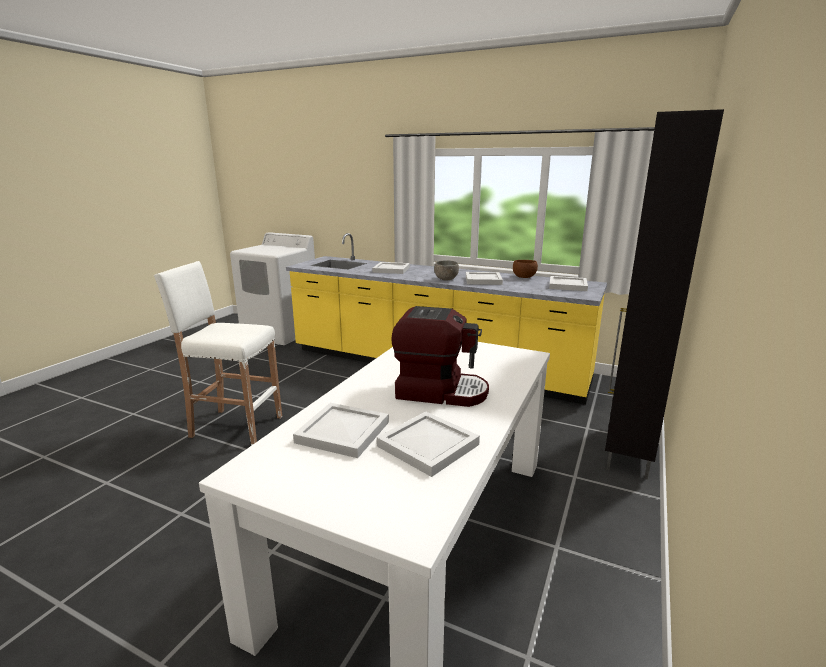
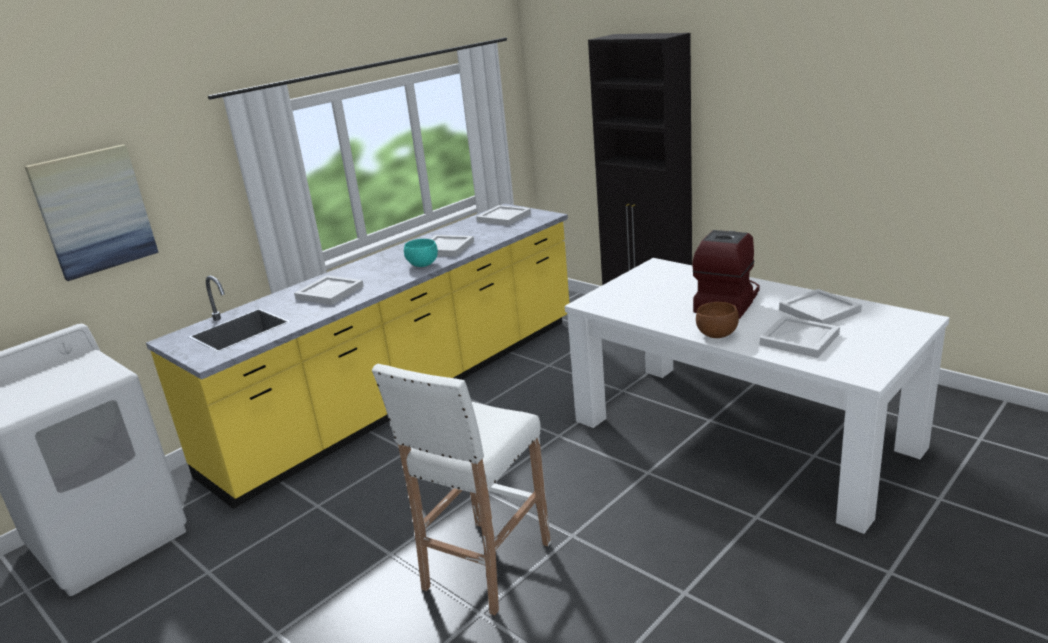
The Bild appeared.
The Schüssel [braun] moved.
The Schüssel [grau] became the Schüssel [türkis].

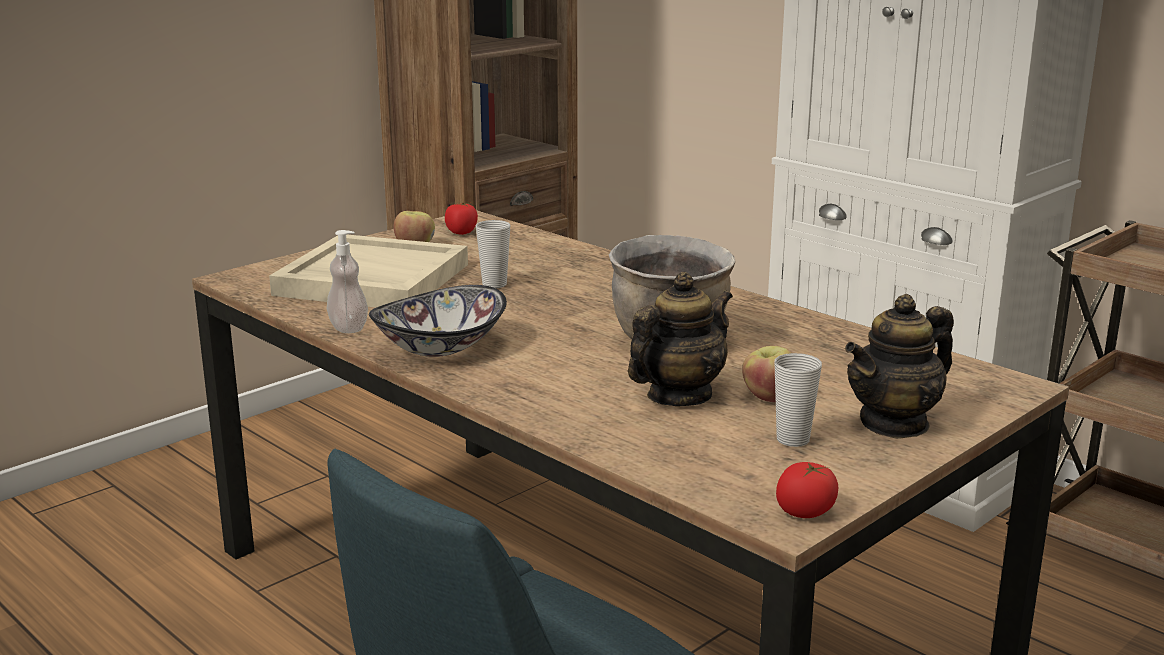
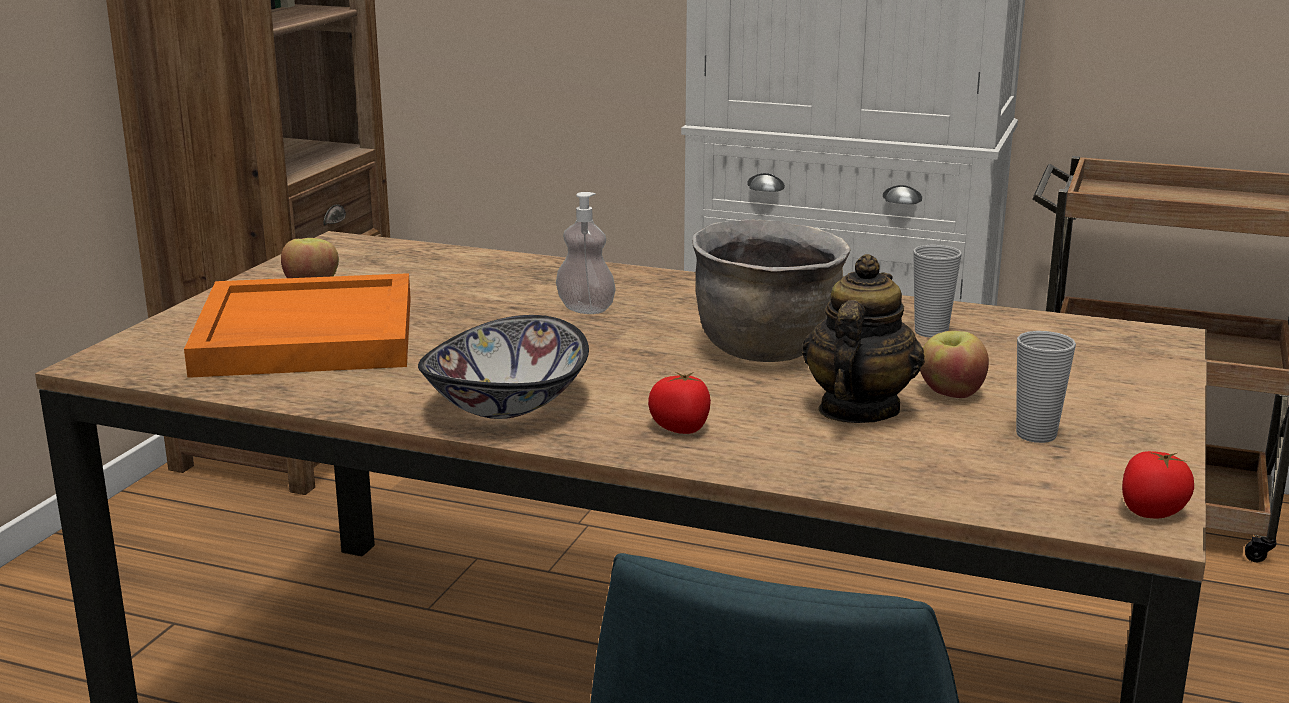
The Teekanne (no. 2 from left) disappeared.
The Seifenspender moved.
The Tomate (no. 1 from left) moved.
The Tasse (no. 1 from left) moved.
The Tablett [beige] became the Tablett [orange].

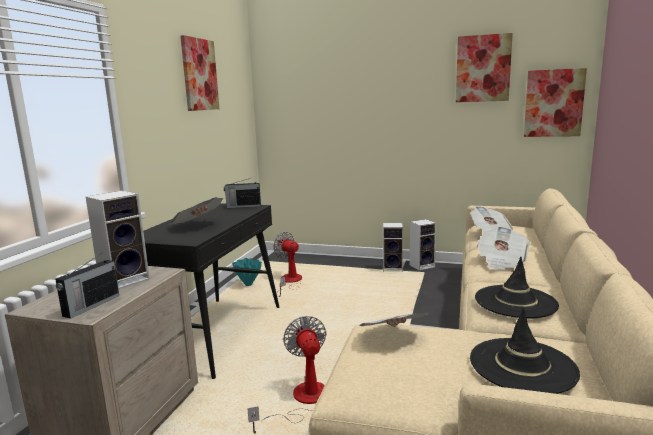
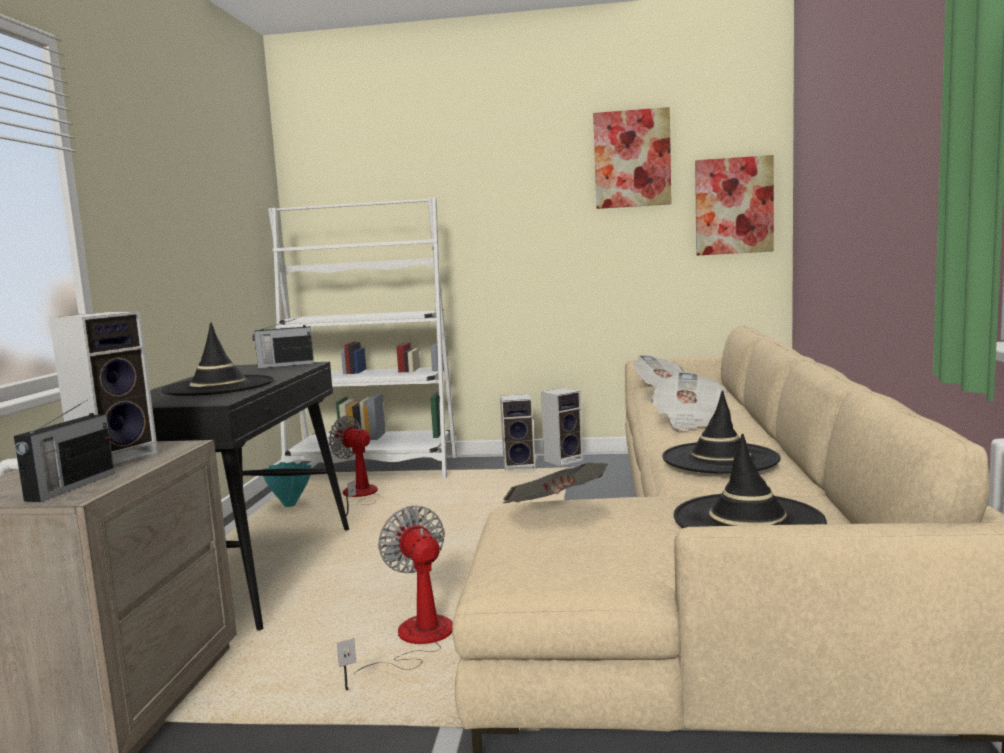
The Bild (no. 1 from left) disappeared.
The Bücherregal [weiß] appeared.
The Zeitung (no. 1 from left) was replaced by the Hut [schwarz] (no. 1 from left).

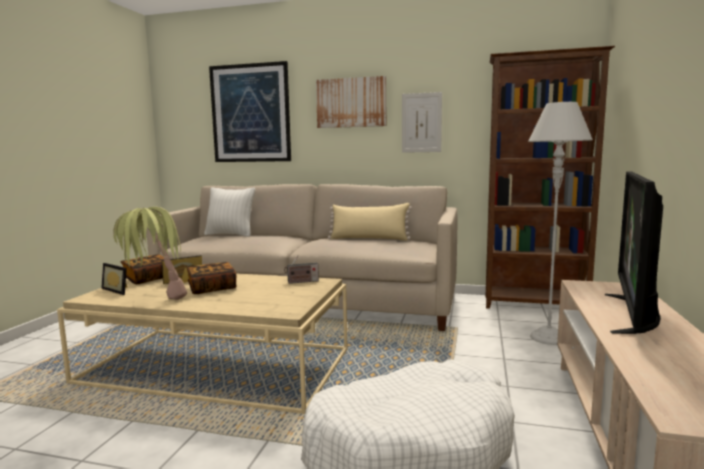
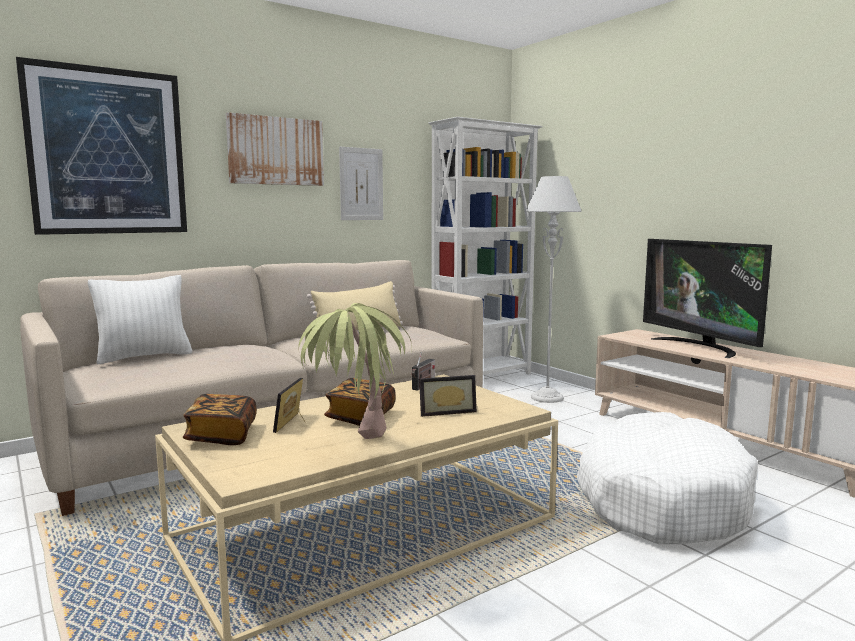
The Bilderrahmen (no. 1 from left in the first image) moved.
The Bücherregal [braun] became the Bücherregal [weiß].

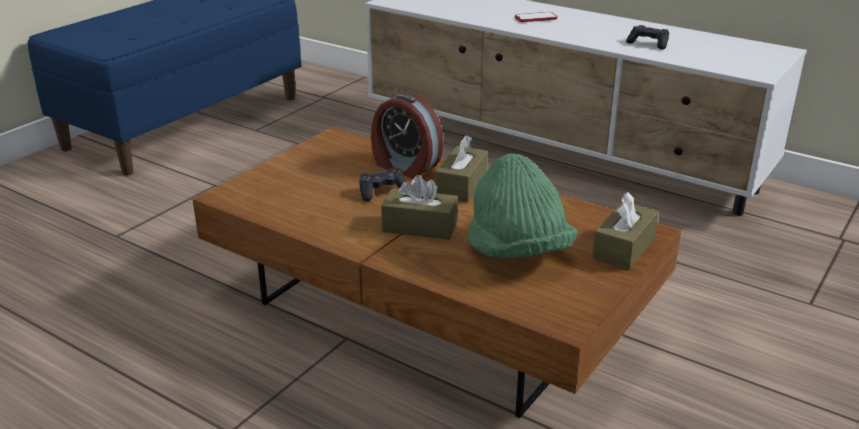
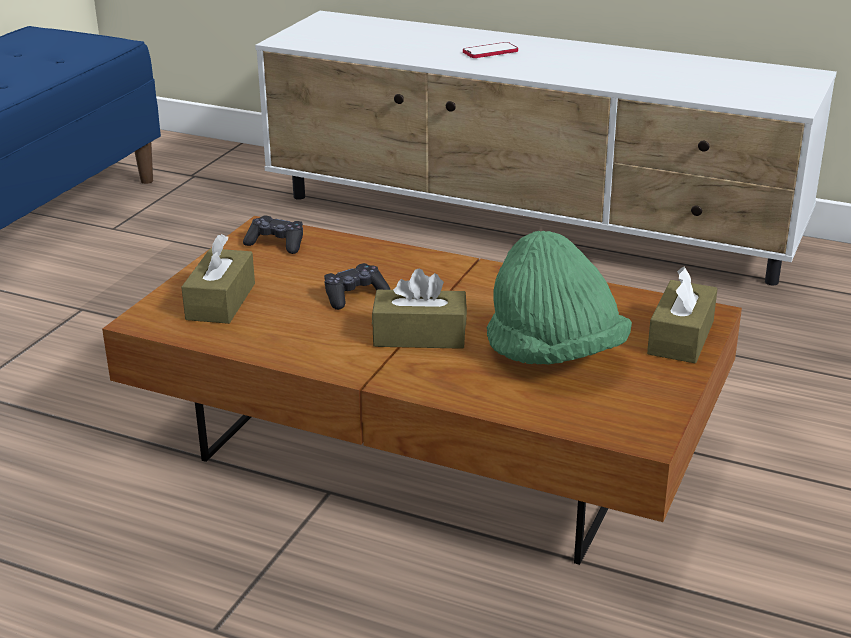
The Wecker disappeared.
The Taschentuchbox [braun] (no. 2 from left in the first image) moved.
The Gamepad [schwarz] (no. 2 from left in the first image) moved.

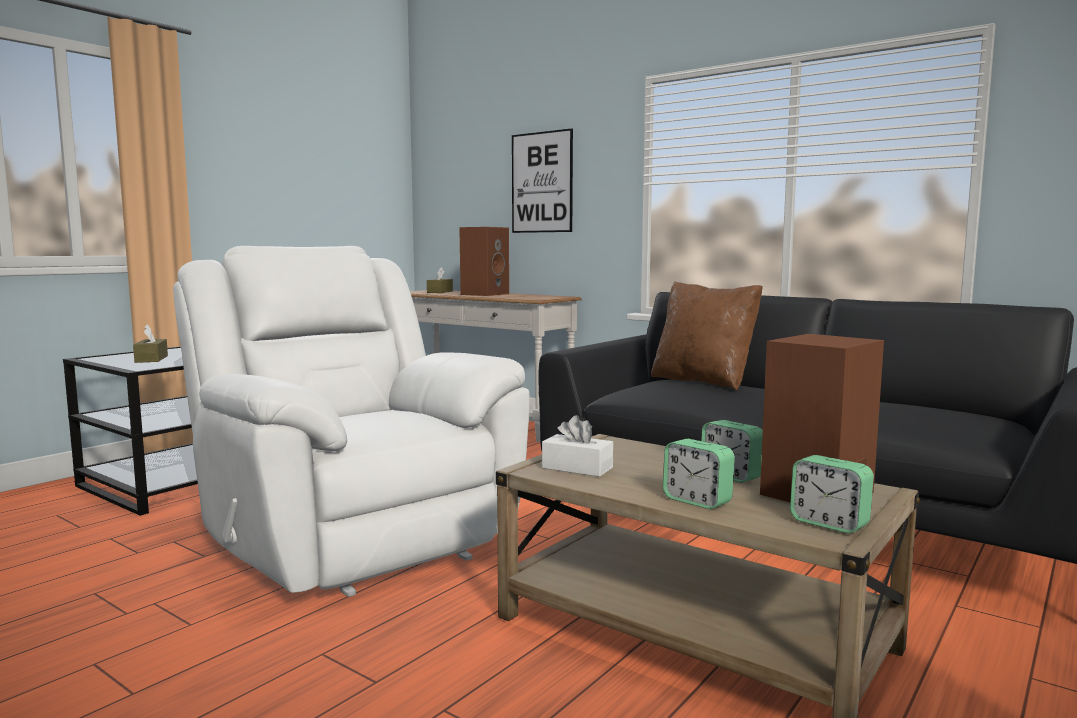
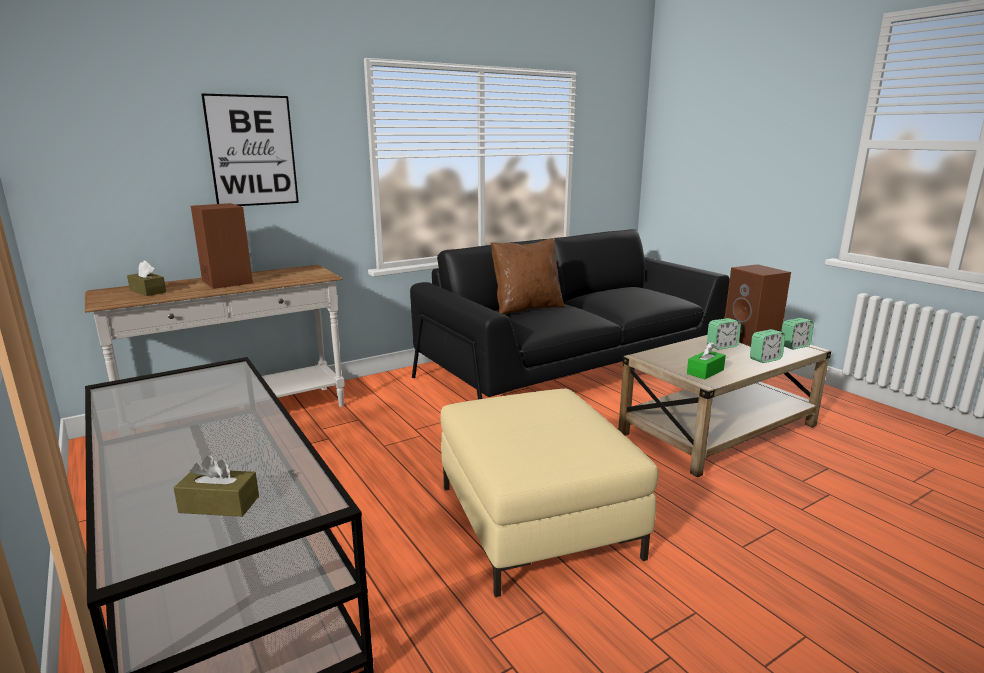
The Sessel [weiß] was replaced by the Polsterhocker [beige].
The Taschentuchbox [weiß] became the Taschentuchbox [grün].

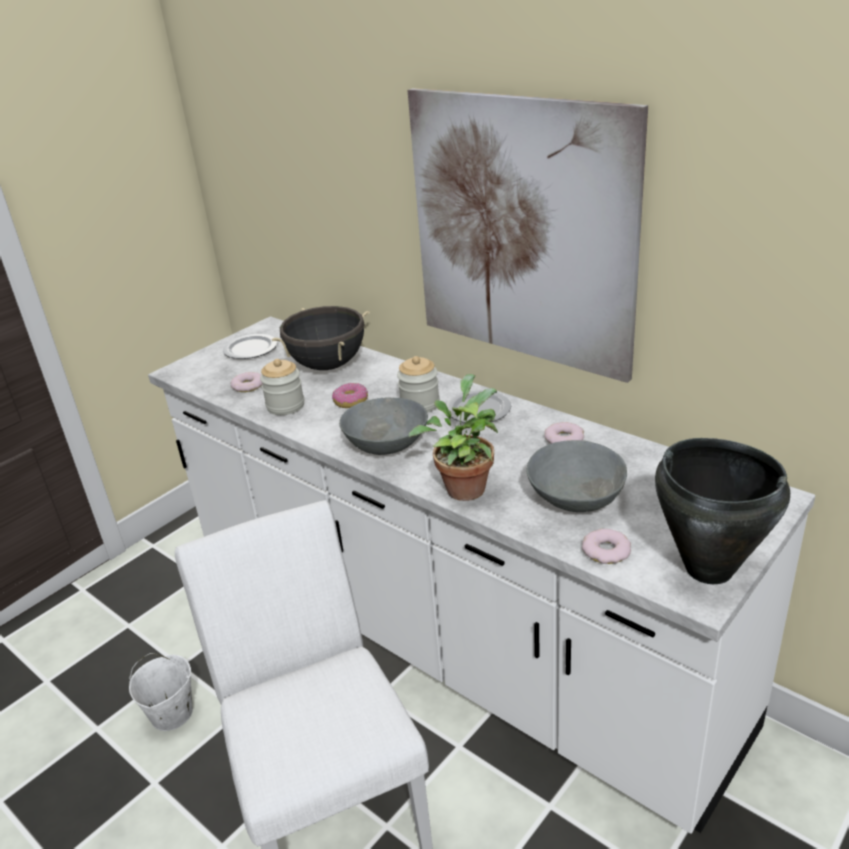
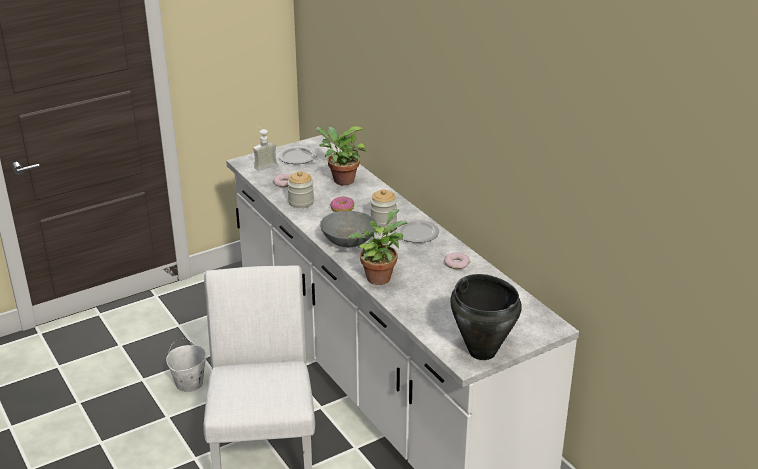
The Bild disappeared.
The Schüssel [grau] (no. 2 from left) disappeared.
The Donut (no. 4 from left) disappeared.
The Seifenspender appeared.
The Kochtopf [schwarz] (no. 1 from left) was replaced by the Topfpflanze (no. 1 from left).

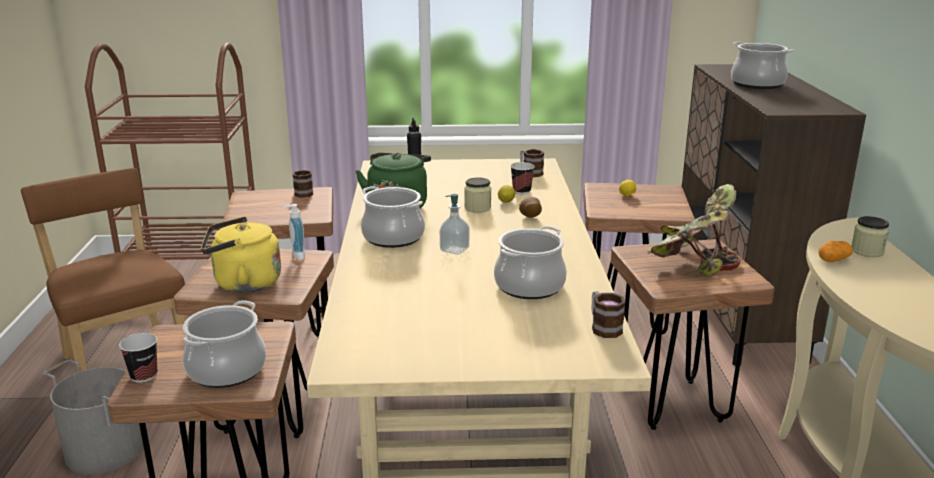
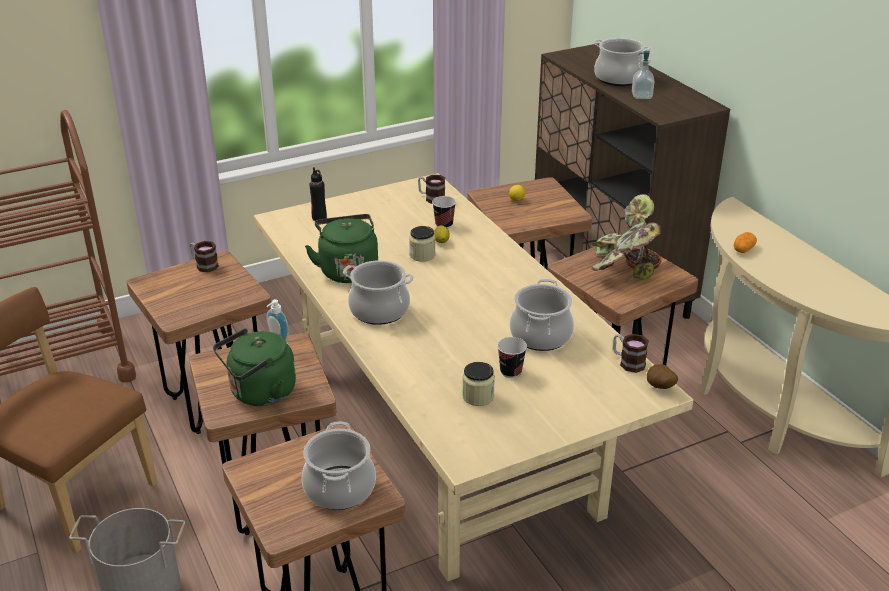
The Tasse (no. 1 from left in the first image) moved.
The Seifenspender (no. 2 from left) moved.
The Kartoffel (no. 1 from left) moved.
The Vorratsglas (no. 2 from left) moved.
The Wasserkessel [gelb] became the Wasserkessel [grün] (no. 1 from left).

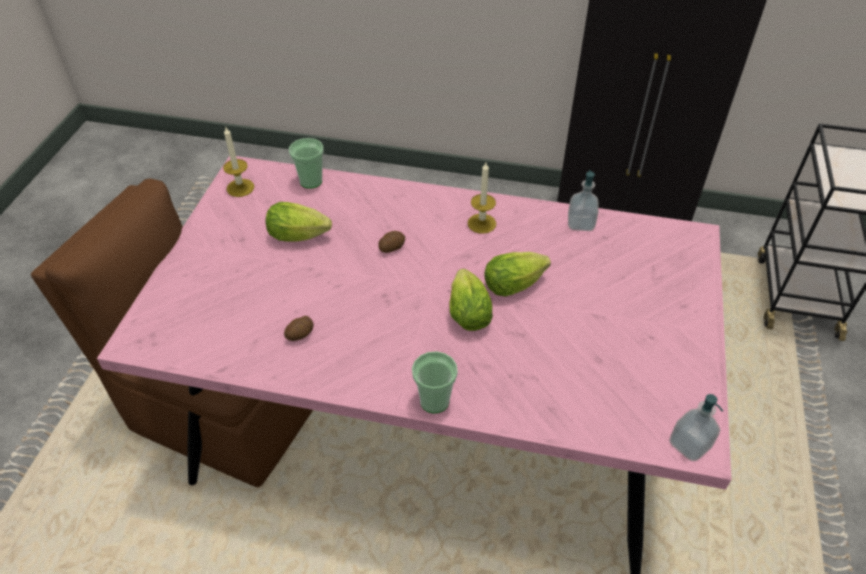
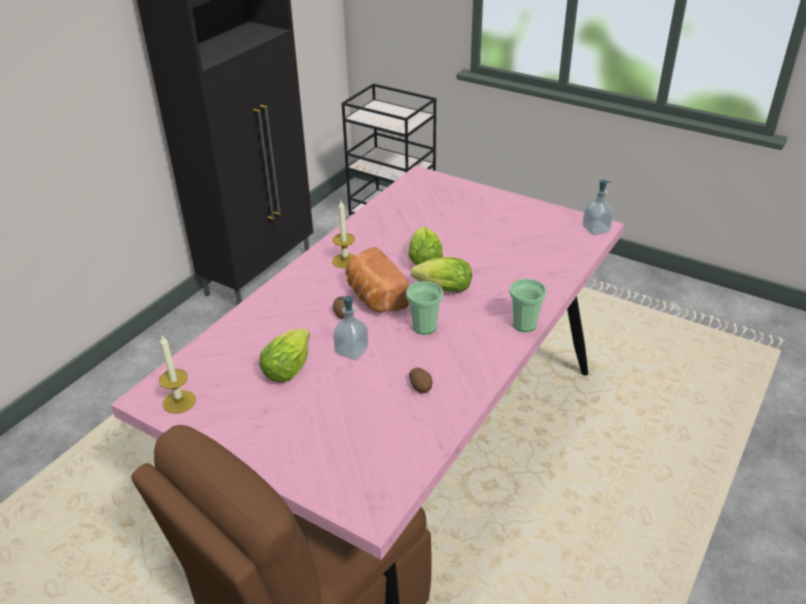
The Brot appeared.
The Tasse (no. 1 from left) moved.
The Seifenspender (no. 1 from left) moved.

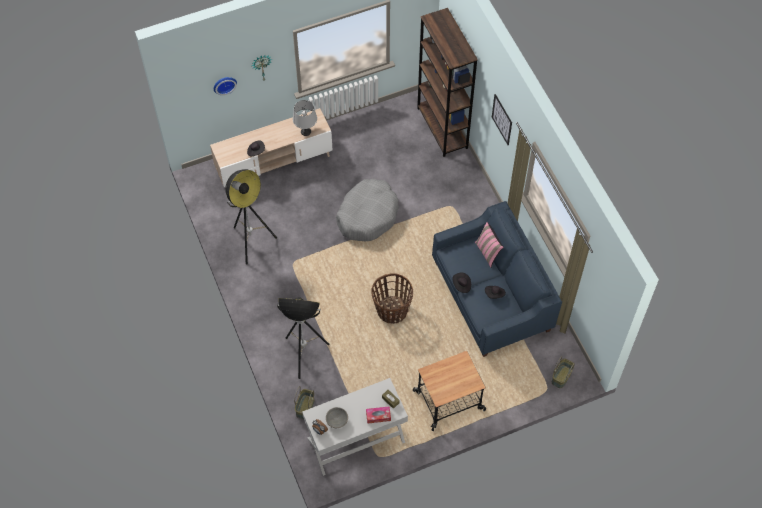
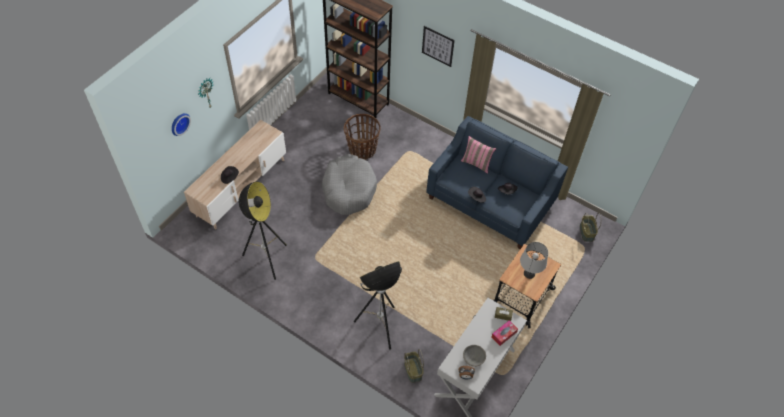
The Tischlampe [grau] moved.
The Korb (no. 2 from left in the first image) moved.

